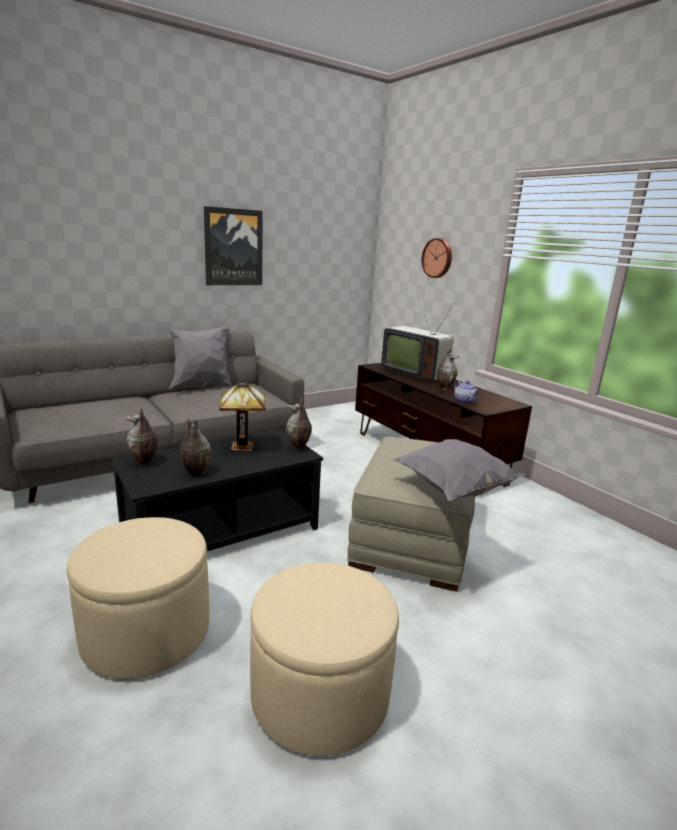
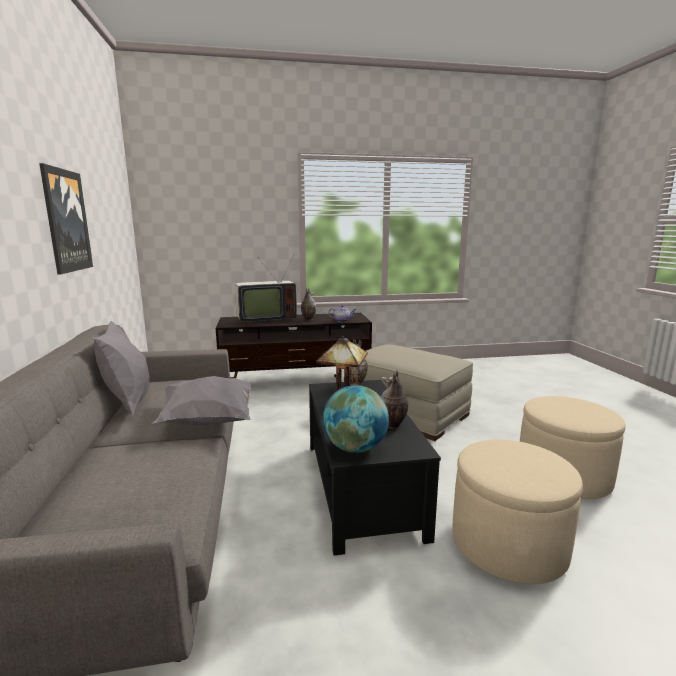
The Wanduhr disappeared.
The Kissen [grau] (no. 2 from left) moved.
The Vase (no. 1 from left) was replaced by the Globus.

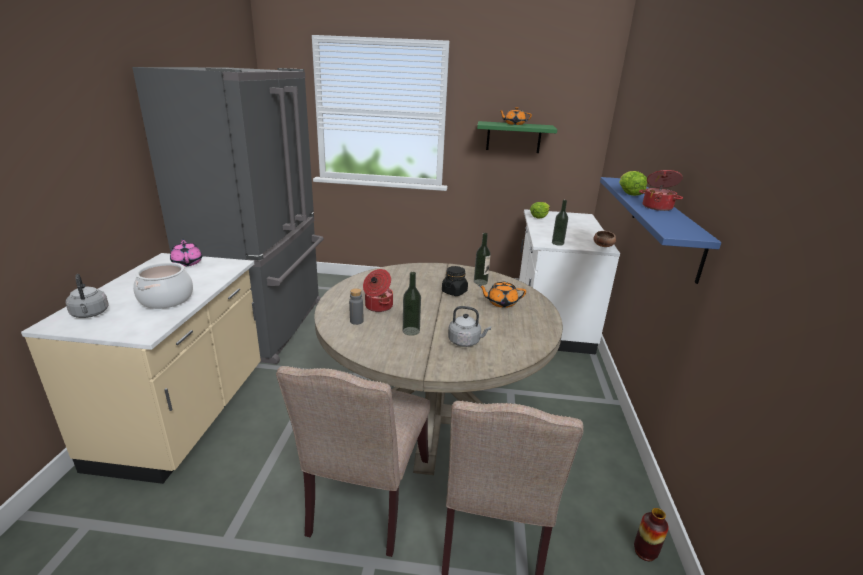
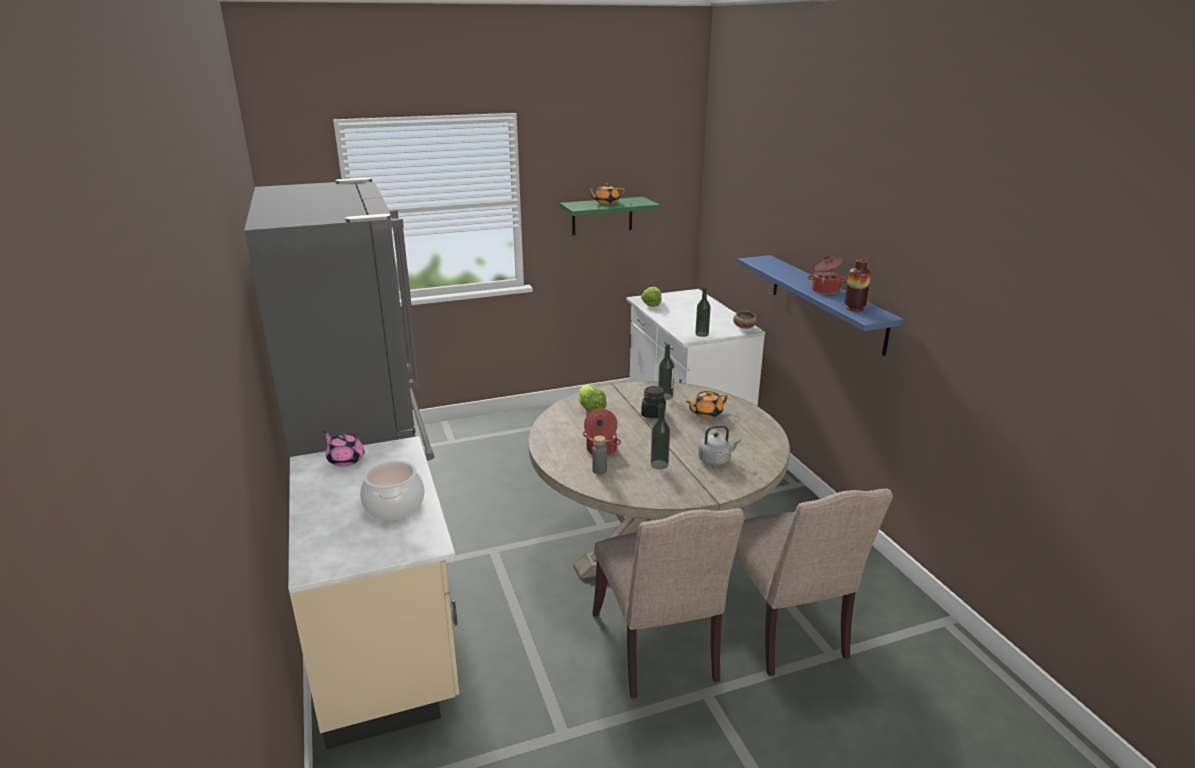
The Wasserkessel [grau] (no. 1 from left) disappeared.
The Salatkopf (no. 2 from left in the first image) moved.
The Vase moved.

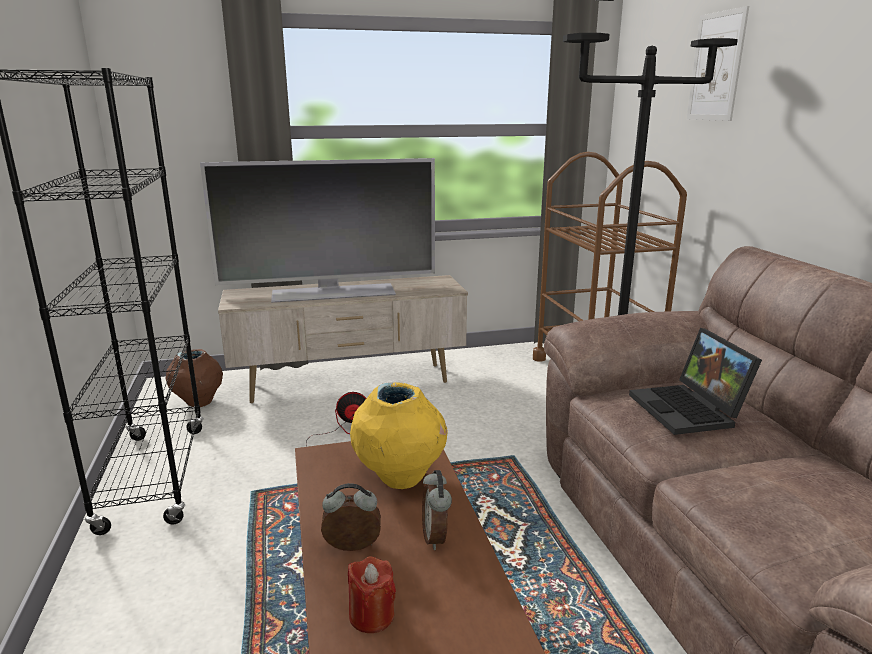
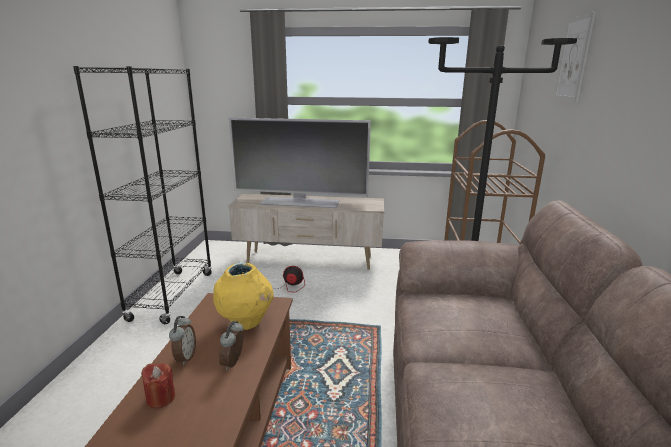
The Vase [braun] disappeared.
The Laptop disappeared.
The Wecker (no. 1 from left) turned 75 degrees clockwise.

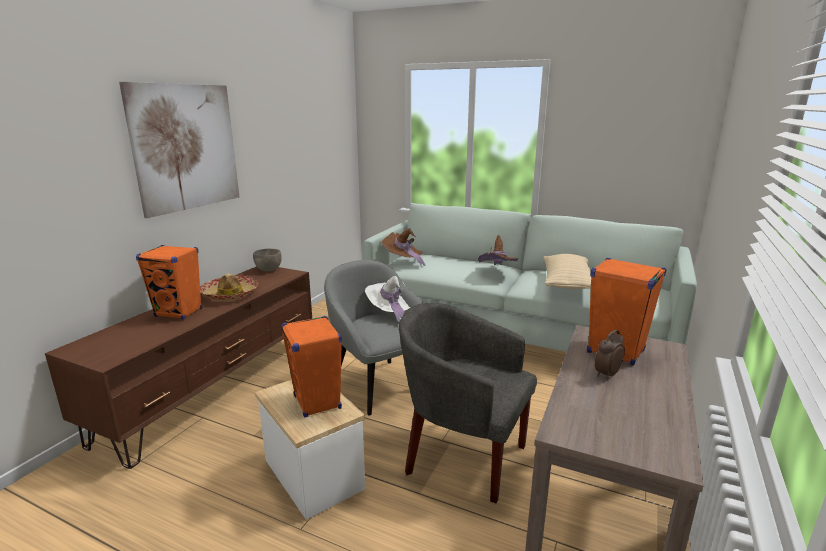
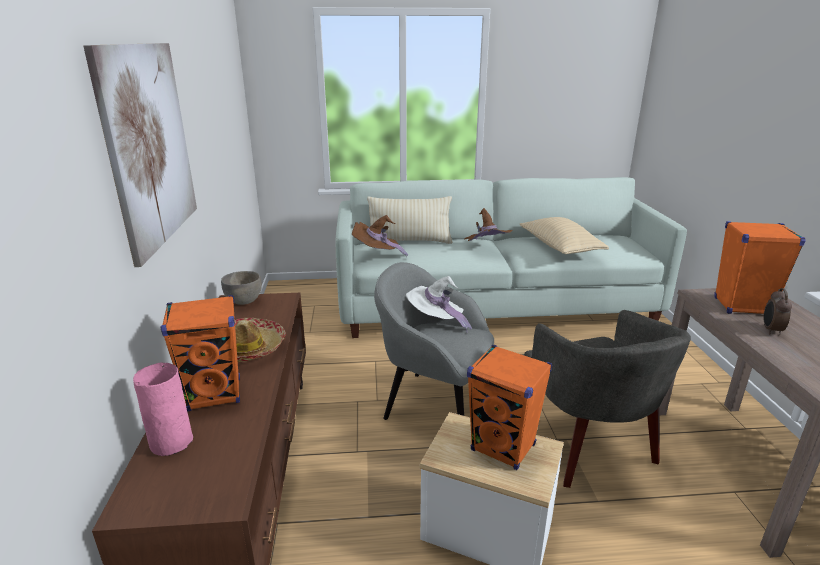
The Vase [rosa] appeared.
The Kissen [beige] (no. 1 from left) appeared.
The Sessel [grau] (no. 2 from left) turned 105 degrees counterclockwise.

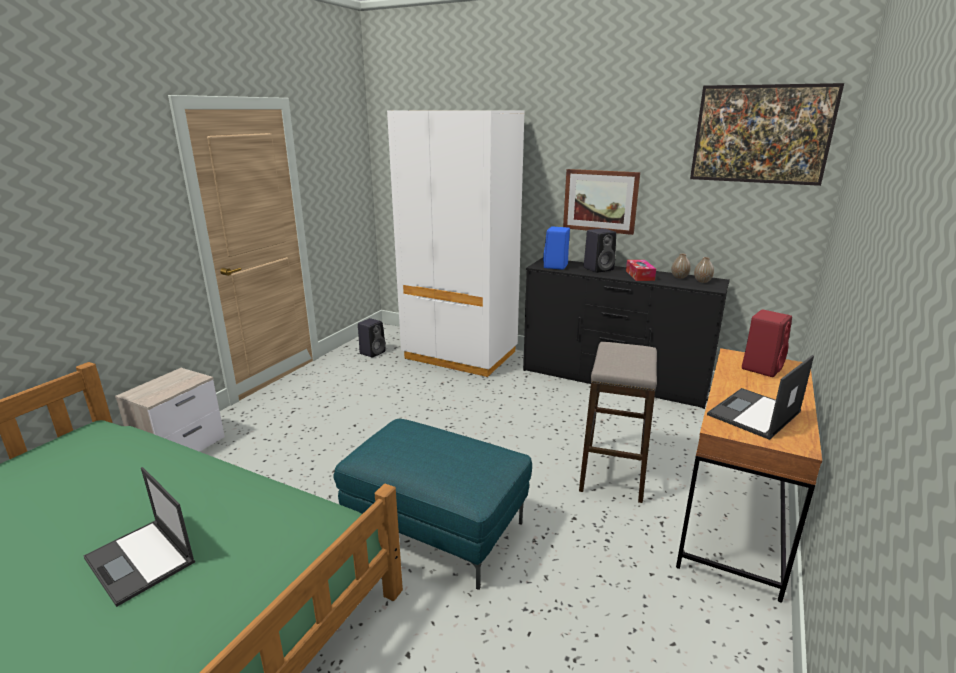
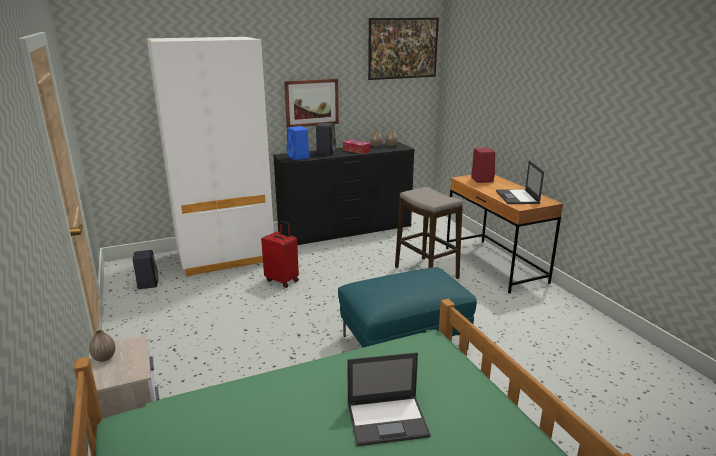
The Vase (no. 1 from left) appeared.
The Koffer [rot] appeared.

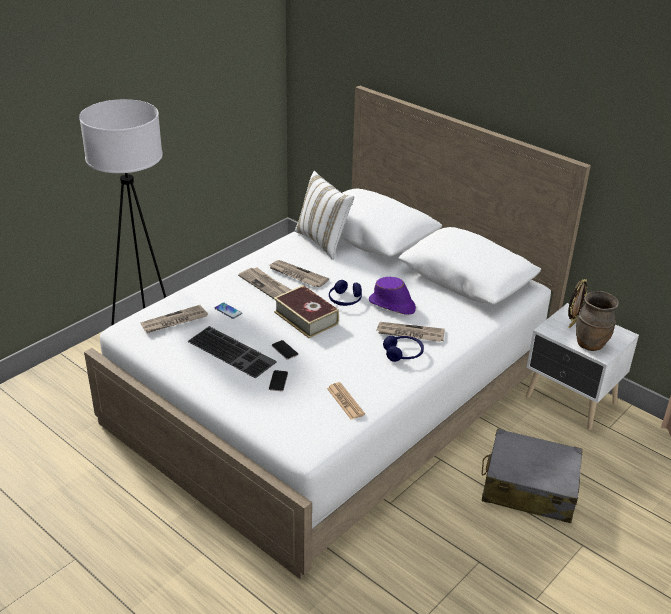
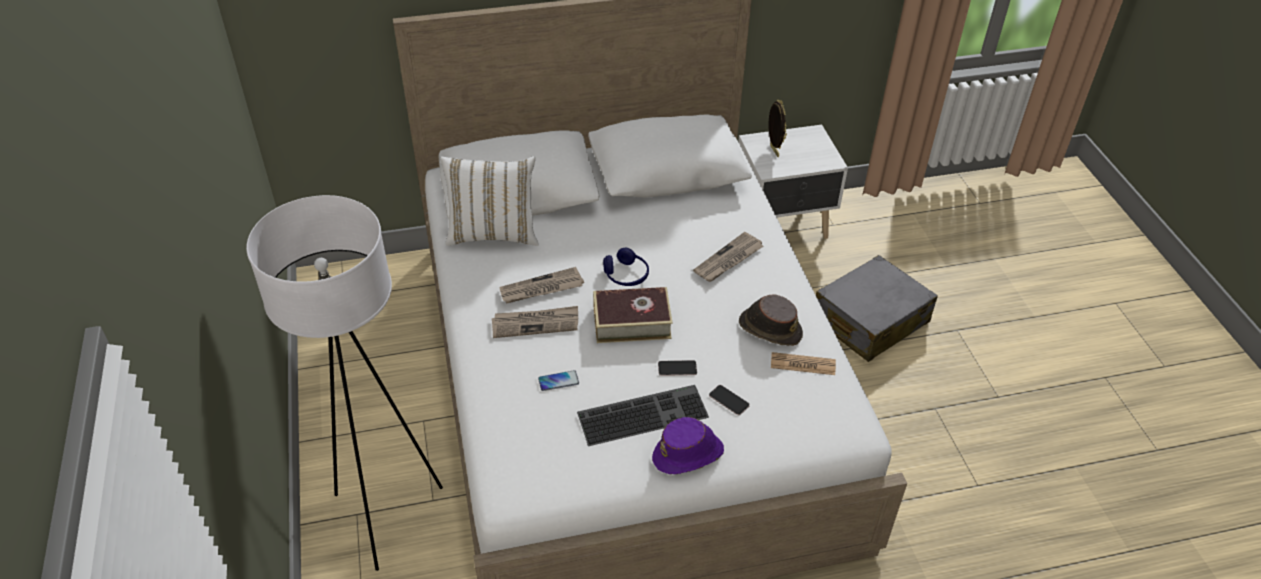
The Zeitung (no. 1 from left) disappeared.
The Kopfhörer [blau] (no. 2 from left) disappeared.
The Vase [braun] disappeared.
The Hut [braun] appeared.
The Hut [lila] moved.

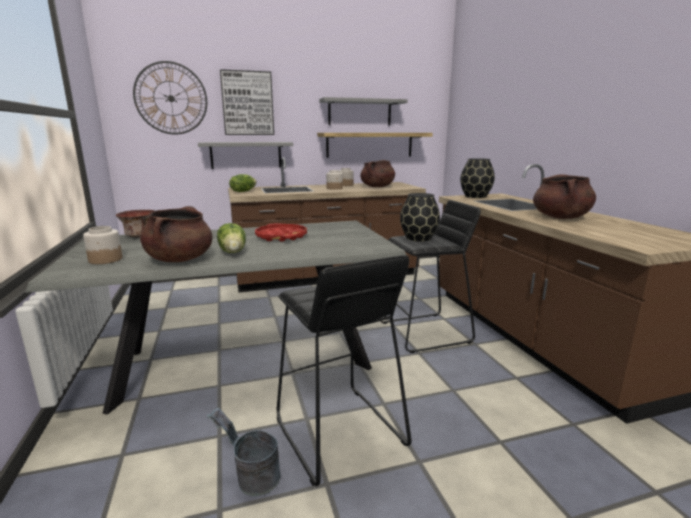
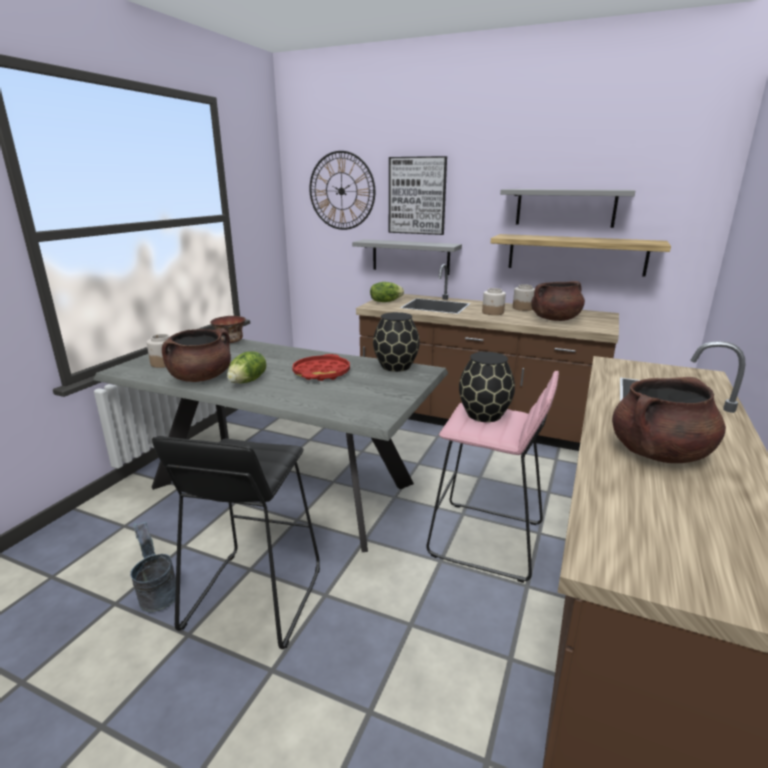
The Vase [schwarz] (no. 2 from left in the first image) moved.
The Hocker [schwarz] (no. 2 from left) became the Hocker [rosa].

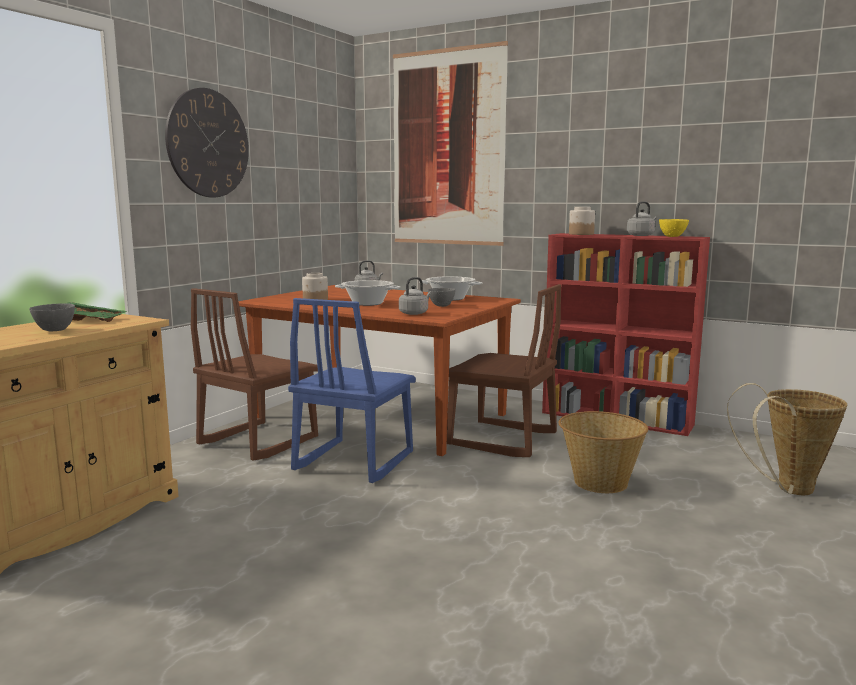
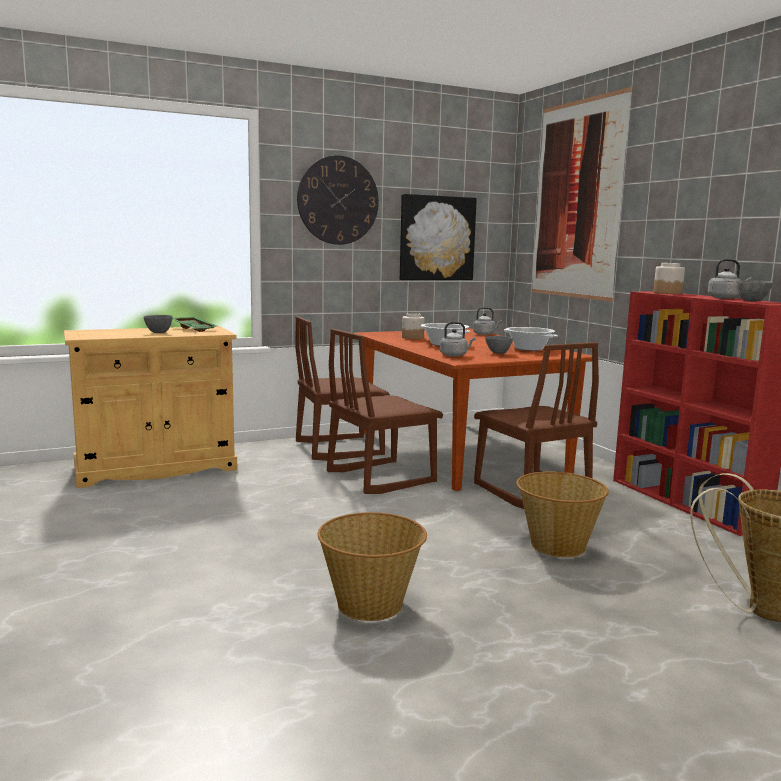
The Korb (no. 1 from left) appeared.
The Bild (no. 1 from left) appeared.
The Stuhl [blau] became the Stuhl [braun] (no. 2 from left).
The Schüssel [gelb] became the Schüssel [grau] (no. 3 from left).

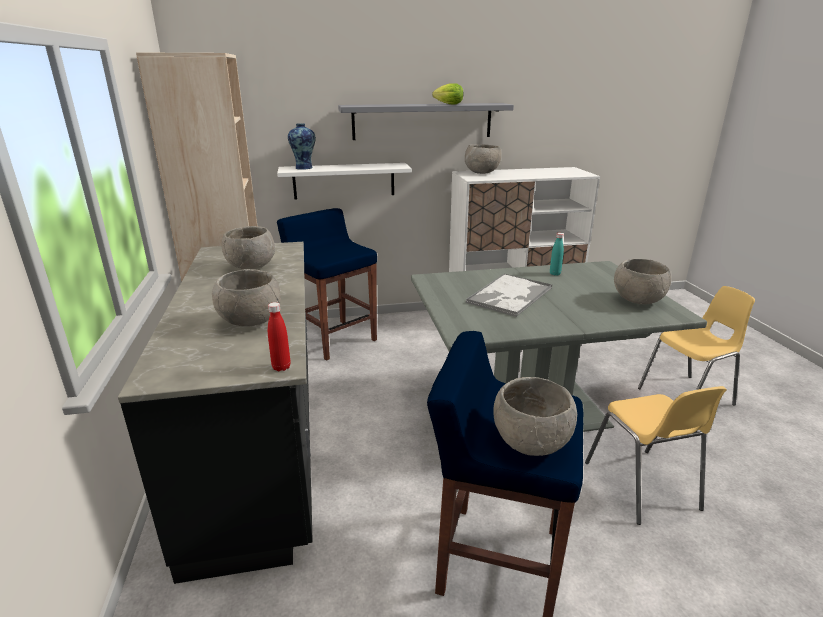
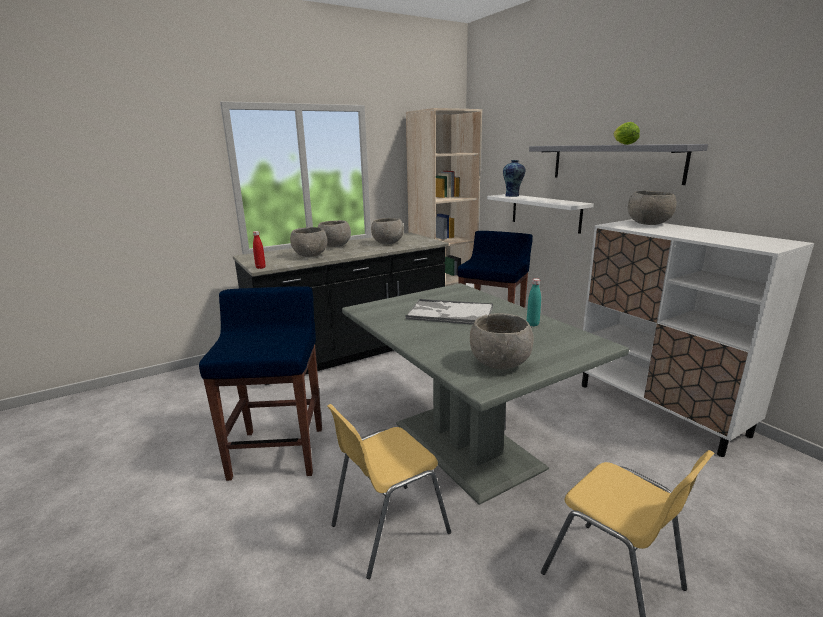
The Schüssel [grau] (no. 4 from left in the first image) moved.

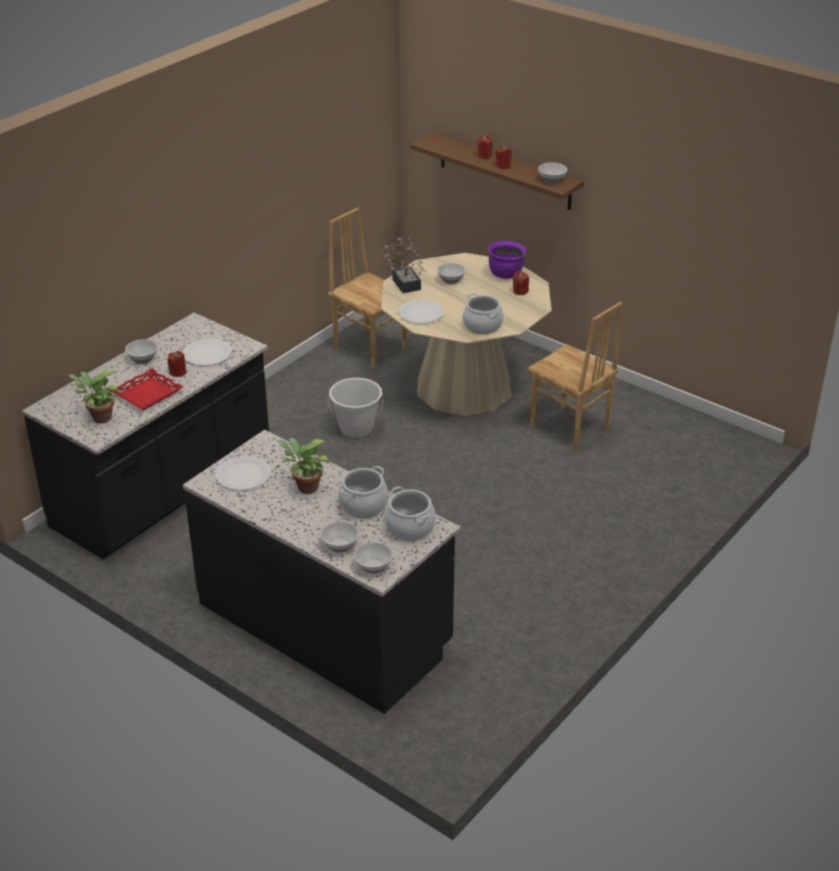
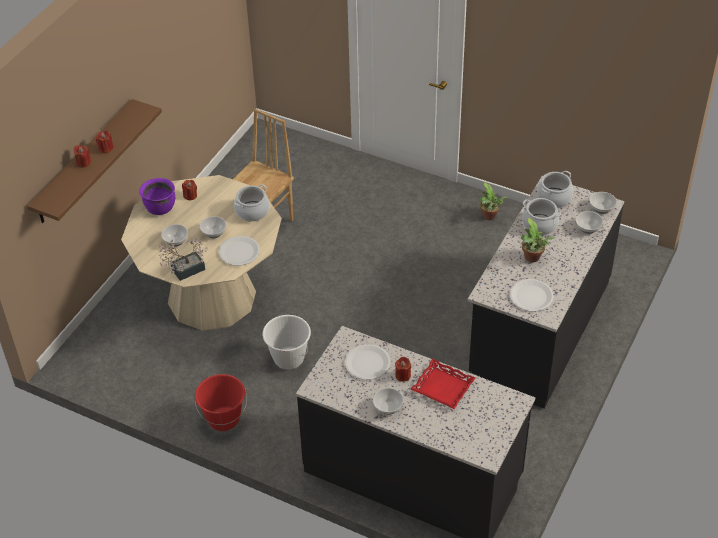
The Stuhl [braun] (no. 1 from left) disappeared.
The Eimer [rot] appeared.
The Topfpflanze (no. 1 from left in the first image) moved.
The Schüssel (no. 5 from left in the first image) moved.

